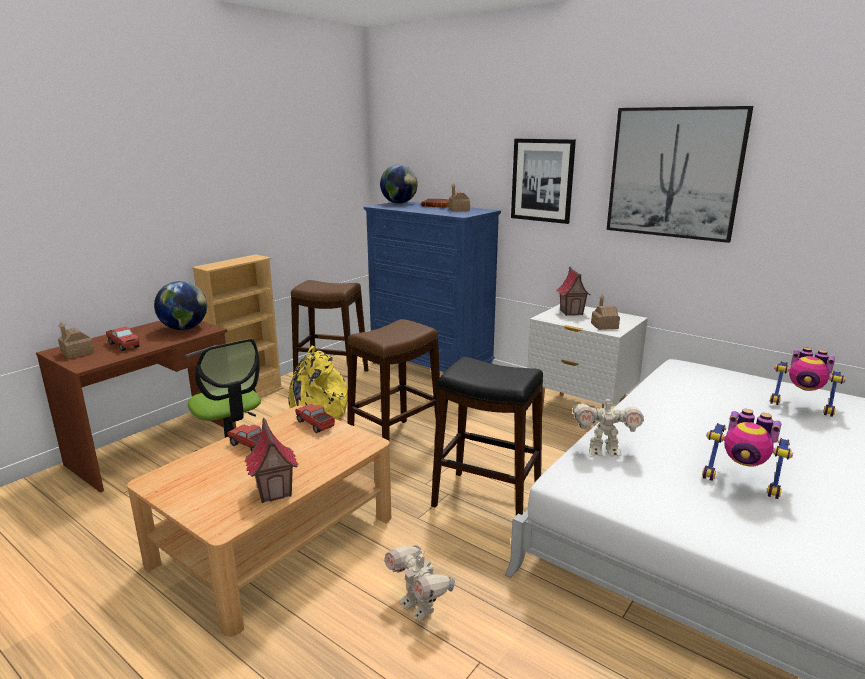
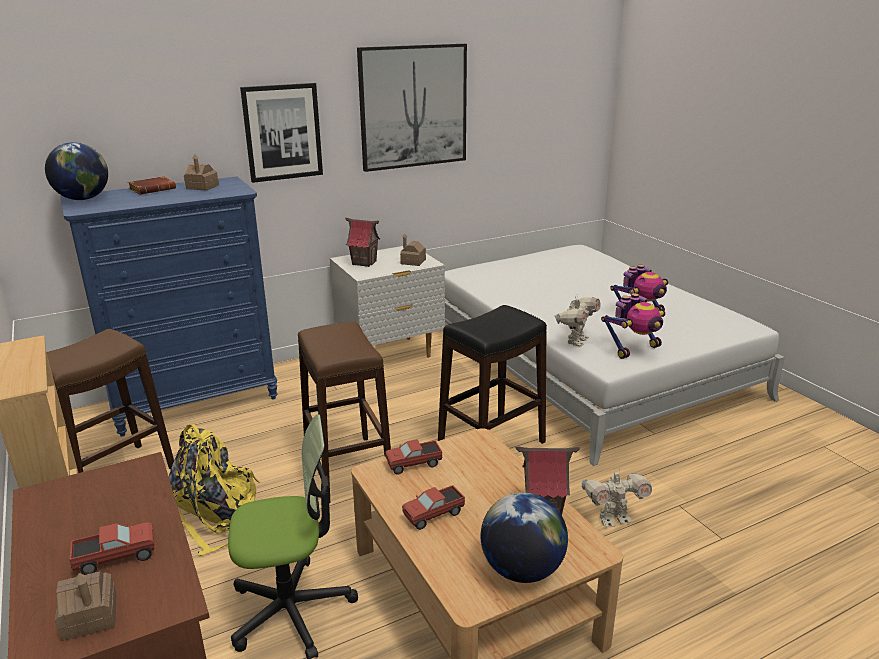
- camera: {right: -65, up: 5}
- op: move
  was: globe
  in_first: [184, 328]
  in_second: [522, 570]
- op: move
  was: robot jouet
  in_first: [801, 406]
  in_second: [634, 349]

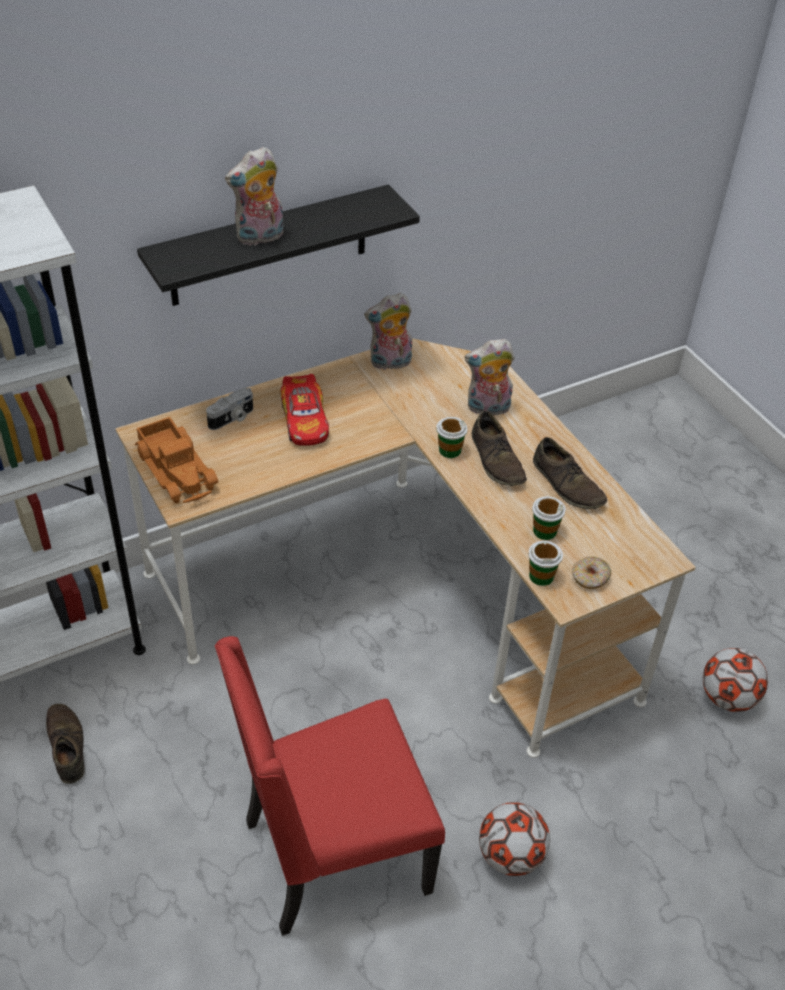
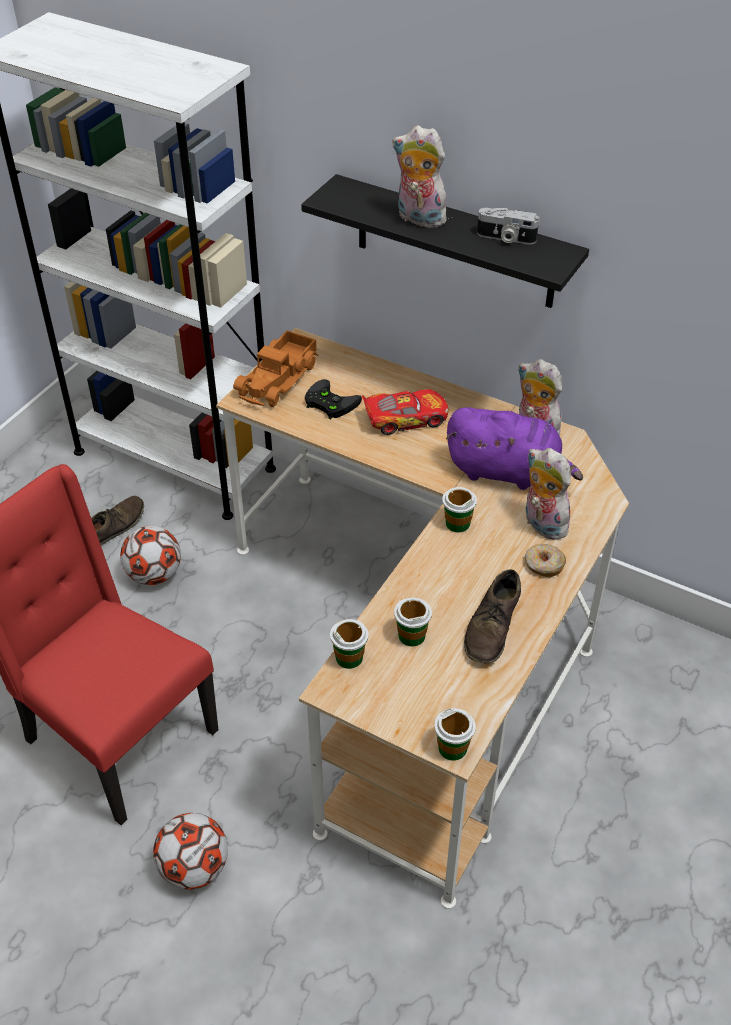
- camera: {right: 60, up: 0}
- op: move
  was: appareil photo
  in_first: [232, 418]
  in_second: [505, 238]
- op: rotate
  was: petite voiture
  in_first: [305, 420]
  in_second: [405, 418]
  clockwise: -150
- op: delete
  was: chaussure/marron
  in_first: [497, 460]
- op: move
  was: beignet
  in_first: [590, 578]
  in_second: [543, 565]
- op: move
  was: ballon de foot
  in_first: [727, 697]
  in_second: [154, 575]
- op: insert
  now: manette/noir
  in_second: [328, 403]
- op: insert
  now: tasse
  in_second: [452, 748]
- op: insert
  now: peluche/violet
  in_second: [507, 472]

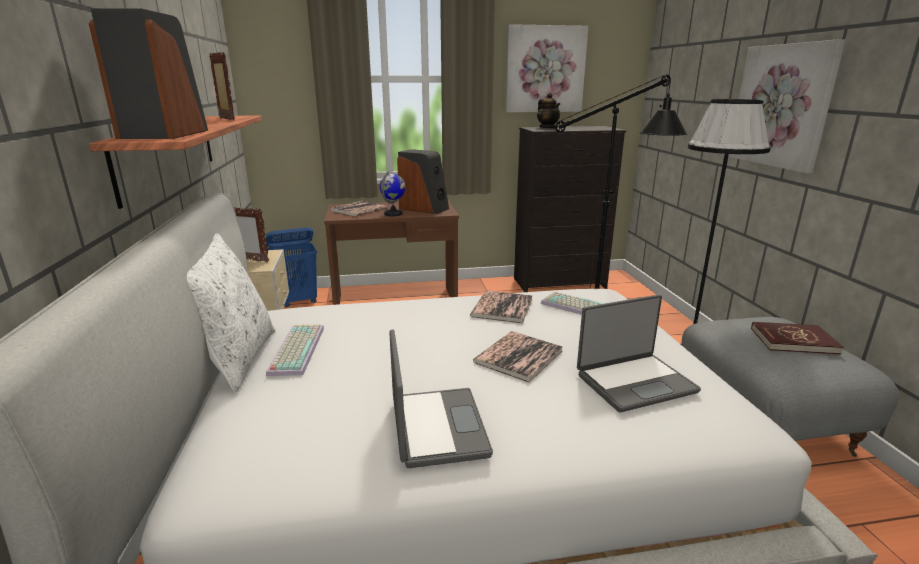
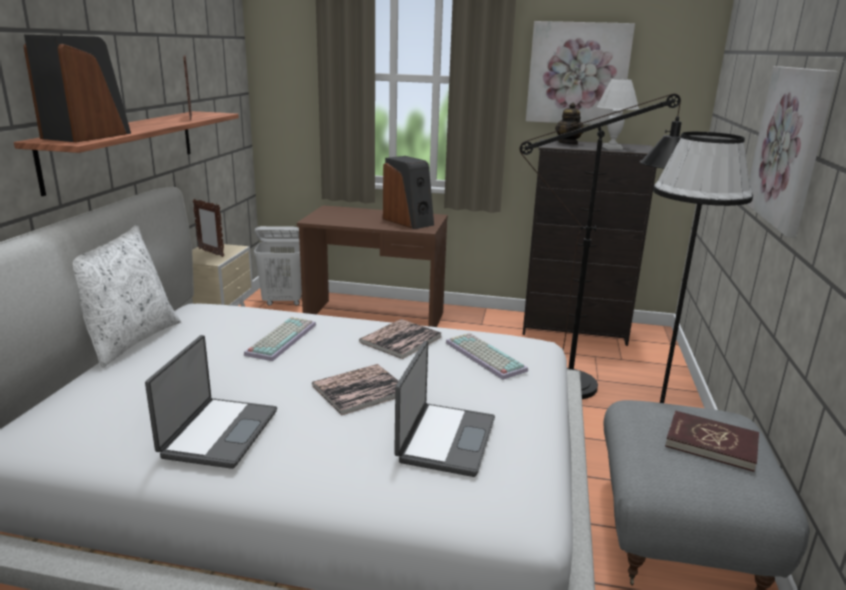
- camera: {right: 20, up: 0}
- op: recolor
  was: panier à linge/bleu
  now: panier à linge/blanc
  in_first: [298, 302]
  in_second: [283, 301]
- op: move
  was: clavier
  in_first: [296, 349]
  in_second: [281, 338]
- op: delete
  was: livre
  in_first: [359, 209]
- op: delete
  was: globe
  in_first: [393, 214]
- op: rotate
  was: ordinateur portable
  in_first: [634, 382]
  in_second: [444, 439]
  clockwise: -75
- op: insert
  now: lampe de table/blanc
  in_second: [612, 148]

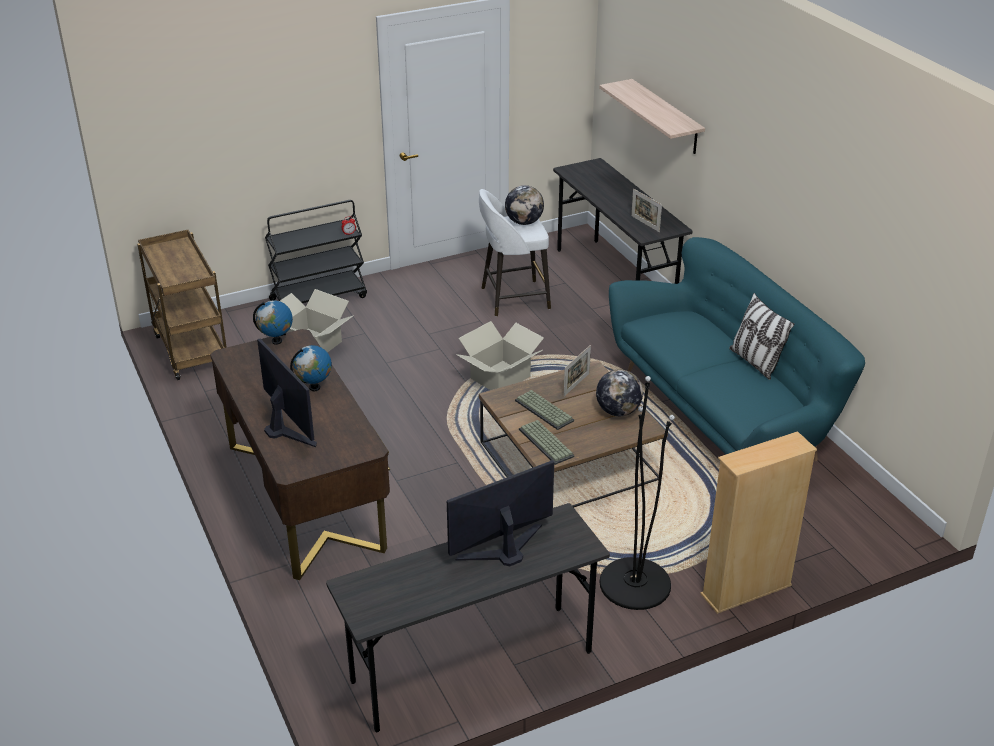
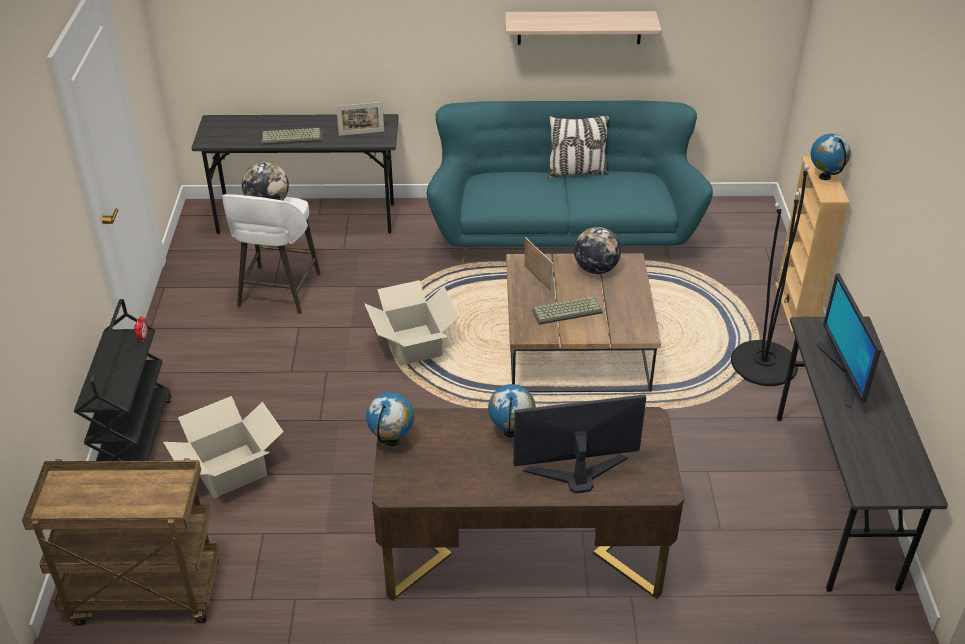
- camera: {right: -65, up: 5}
- op: move
  was: clavier
  in_first: [547, 443]
  in_second: [292, 137]
- op: move
  was: étagère
  in_first: [666, 117]
  in_second: [579, 27]
- op: insert
  now: globe
  in_second: [825, 177]

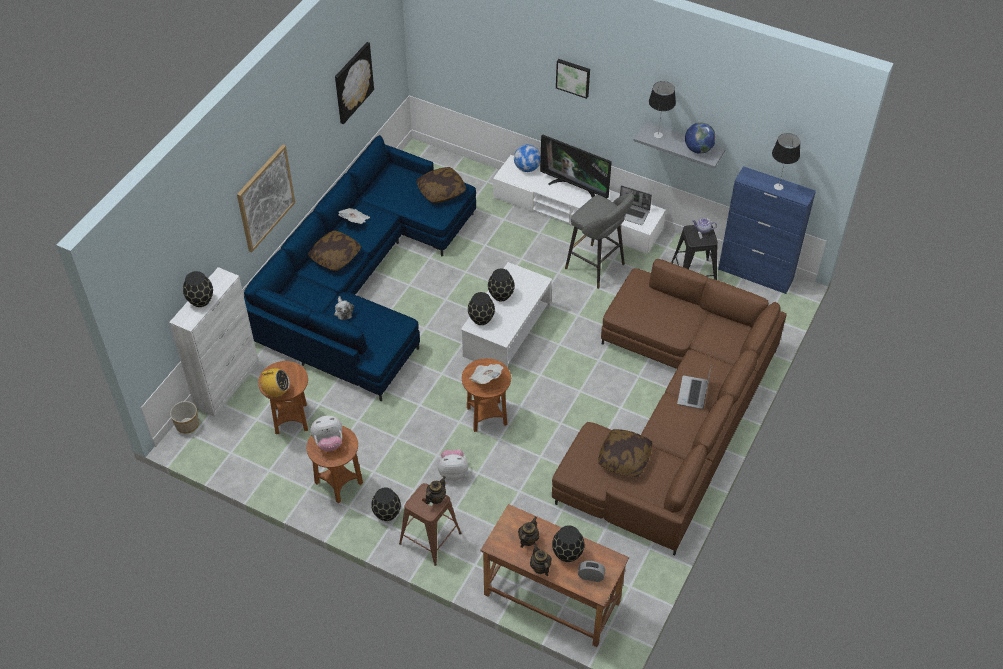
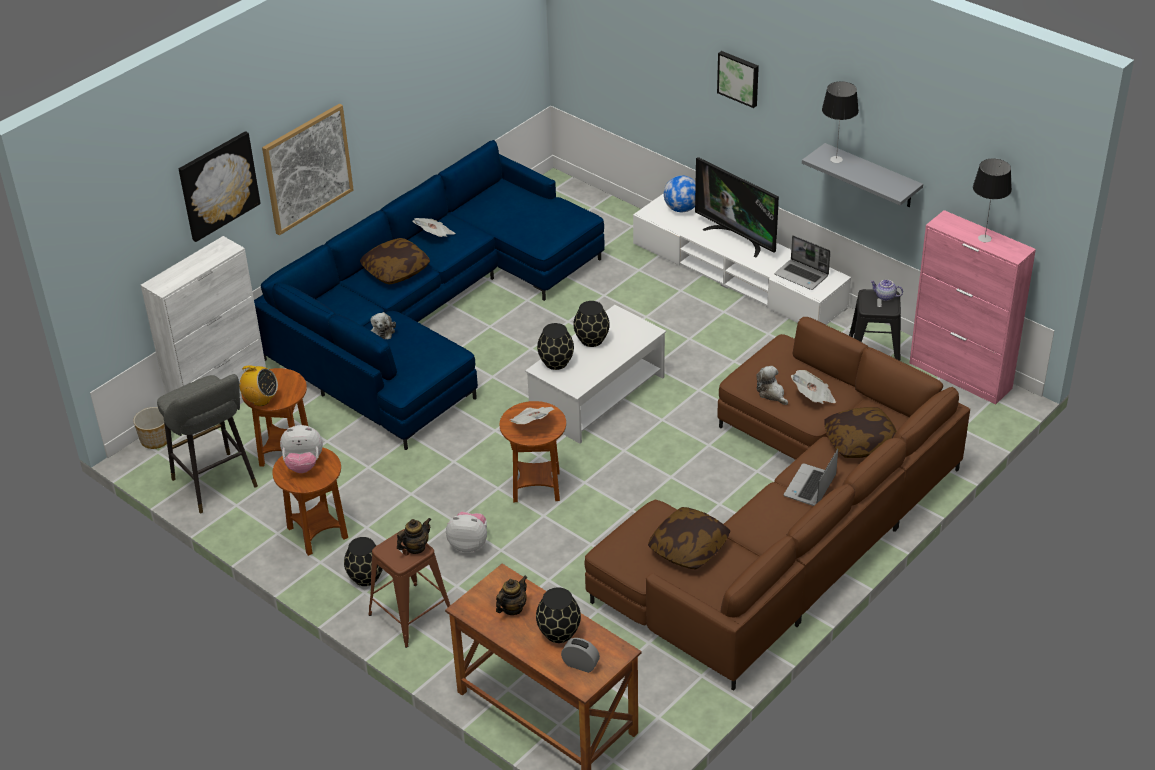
- camera: {right: 15, up: -10}
- op: delete
  was: vase/noir
  in_first: [200, 300]
- op: move
  was: tableau
  in_first: [353, 82]
  in_second: [218, 185]
- op: move
  was: coussin
  in_first: [441, 191]
  in_second: [860, 442]
- op: delete
  was: théière
  in_first: [540, 567]
- op: move
  was: tabouret/gris
  in_first: [597, 268]
  in_second: [217, 485]
- op: delete
  was: globe
  in_first: [698, 149]
- op: recolor
  was: meuble de rangement/bleu
  now: meuble de rangement/rose
  in_first: [756, 274]
  in_second: [960, 376]
- op: insert
  now: peluche
  in_second: [771, 393]
- op: insert
  now: journal
  in_second: [813, 397]

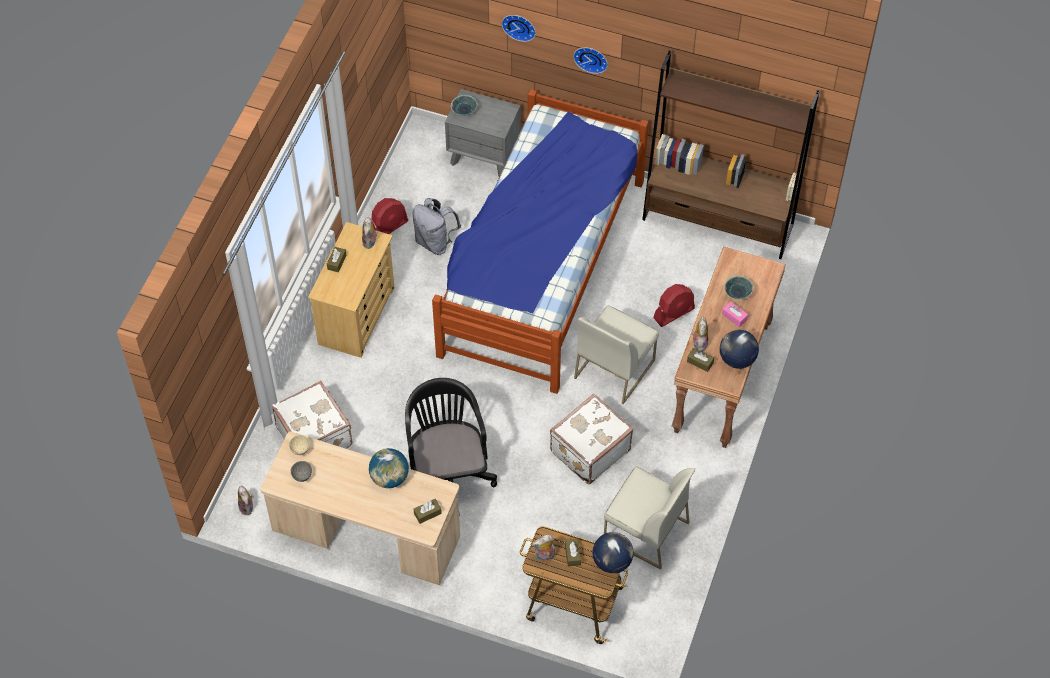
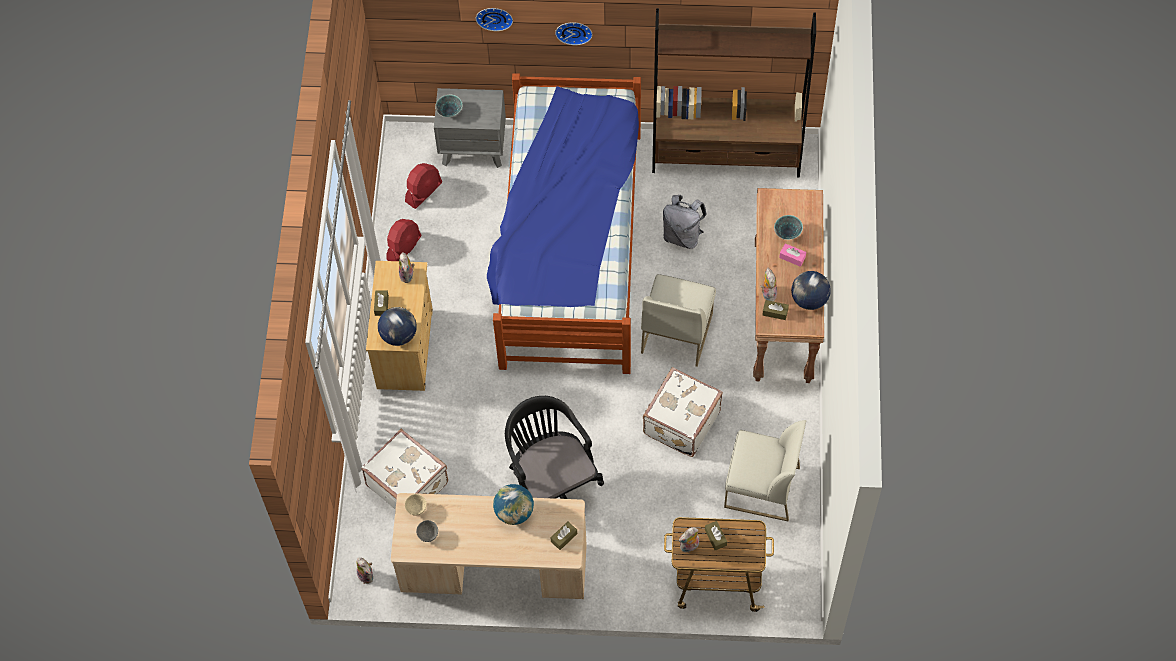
- camera: {right: -15, up: 5}
- op: move
  was: sac à dos/gris
  in_first: [435, 242]
  in_second: [682, 236]
- op: move
  was: globe
  in_first: [612, 561]
  in_second: [399, 335]
- op: move
  was: ventilateur/rouge
  in_first: [674, 313]
  in_second: [424, 192]

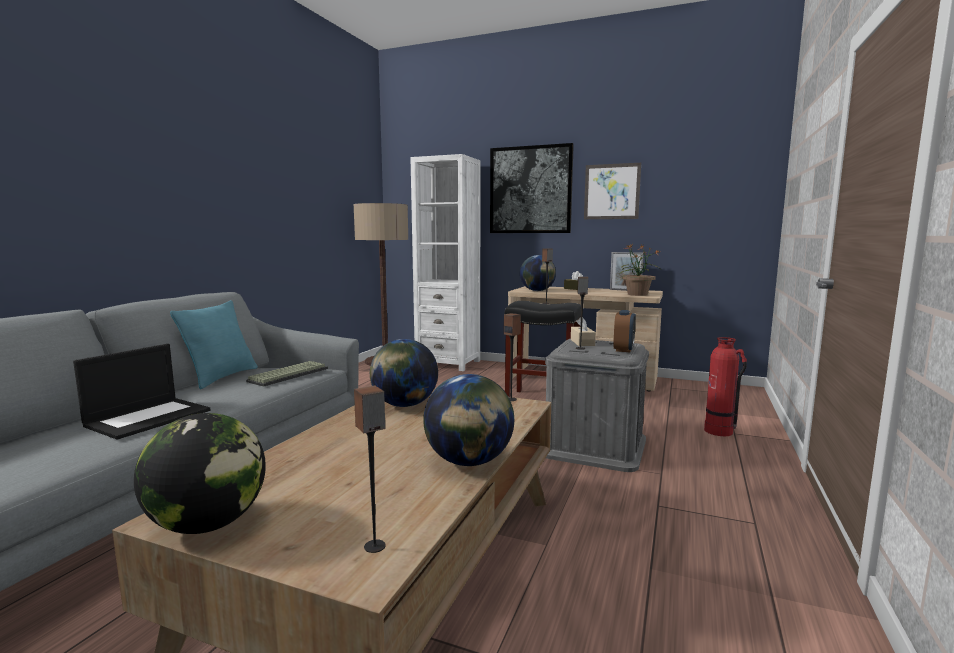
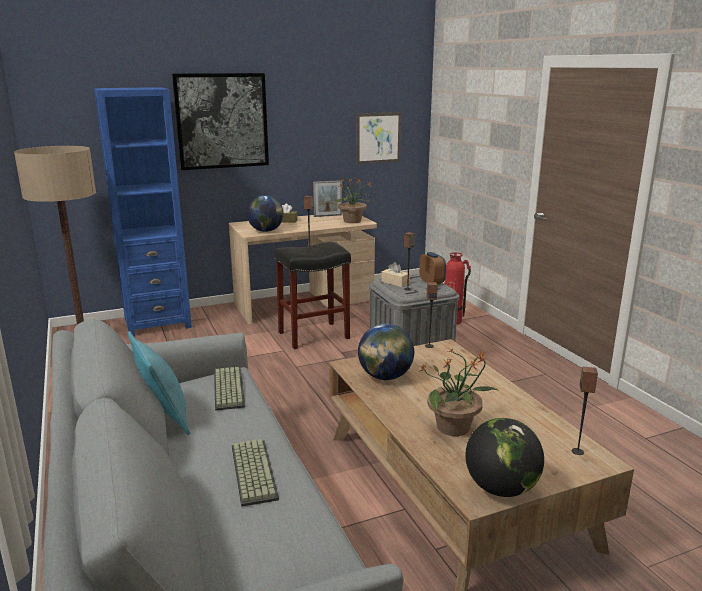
- camera: {right: -45, up: 10}
- op: replace
  was: ordinateur portable
  now: clavier
  in_first: [149, 417]
  in_second: [251, 471]
- op: recolor
  was: bibliothèque/blanc
  now: bibliothèque/bleu
  in_first: [448, 363]
  in_second: [157, 323]
- op: delete
  was: globe
  in_first: [469, 462]
- op: move
  was: tableau
  in_first: [611, 191]
  in_second: [378, 138]
- op: insert
  now: plante en pot
  in_second: [454, 427]

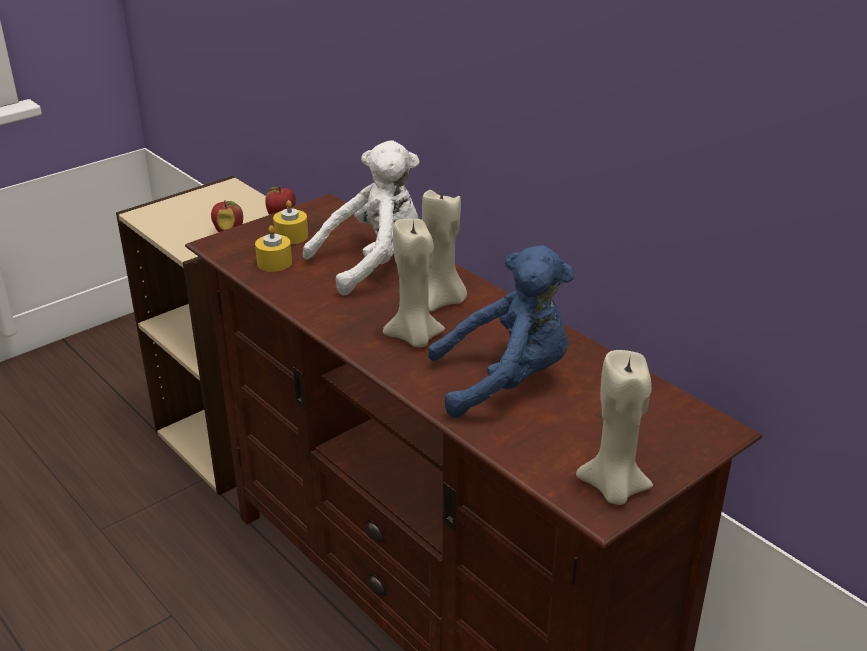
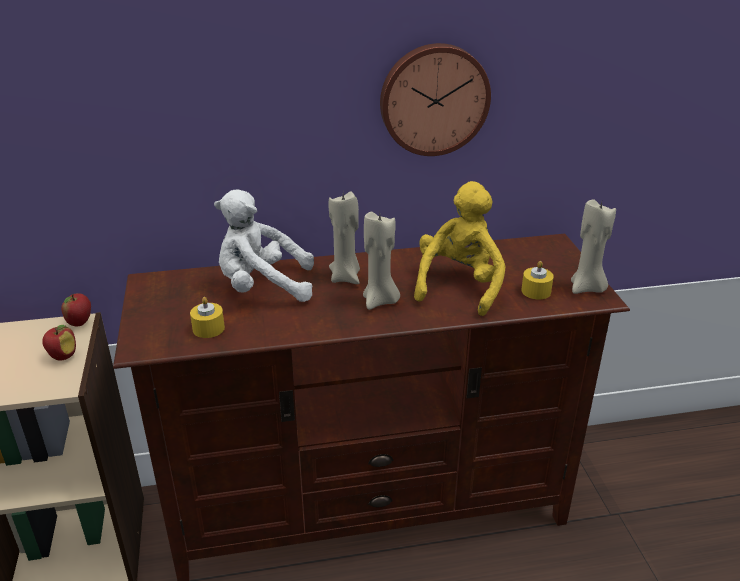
- camera: {right: -60, up: 0}
- op: move
  was: bougie/jaune
  in_first: [291, 236]
  in_second: [536, 291]
- op: rotate
  was: peluche/blanc
  in_first: [372, 263]
  in_second: [263, 287]
  clockwise: -90
- op: recolor
  was: peluche/bleu
  now: peluche/jaune
  in_first: [506, 381]
  in_second: [459, 285]
- op: insert
  now: horloge murale
  in_second: [433, 99]

